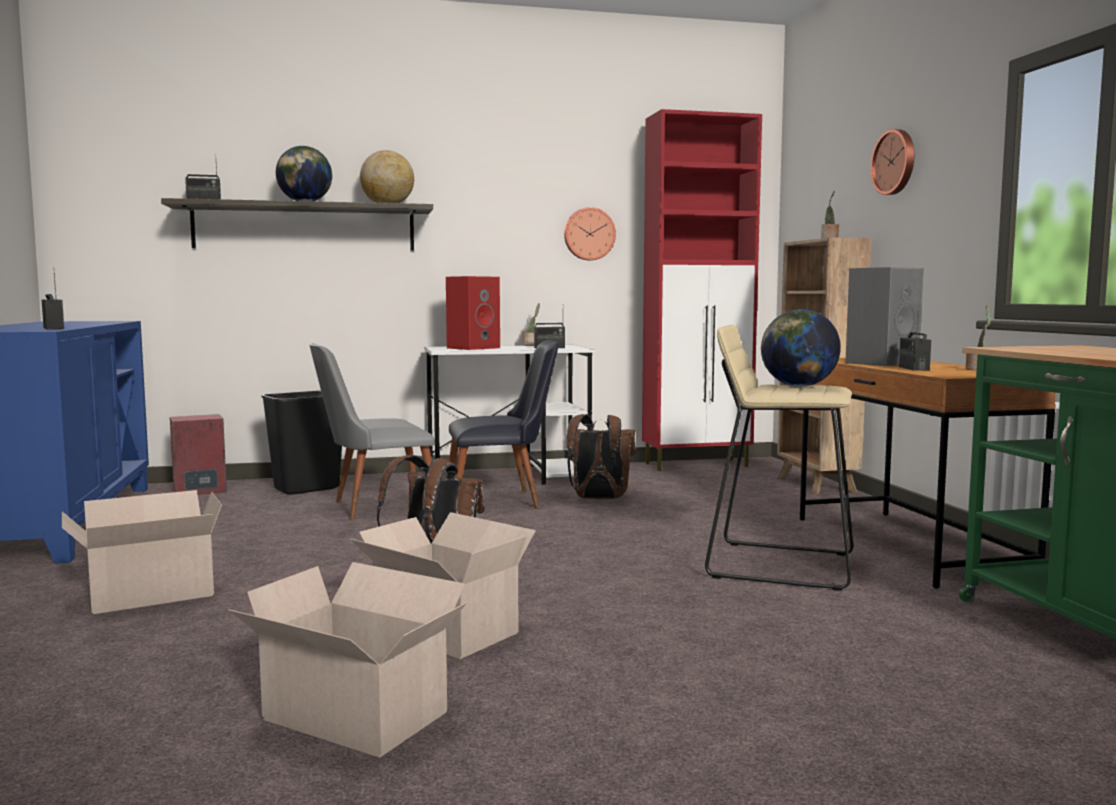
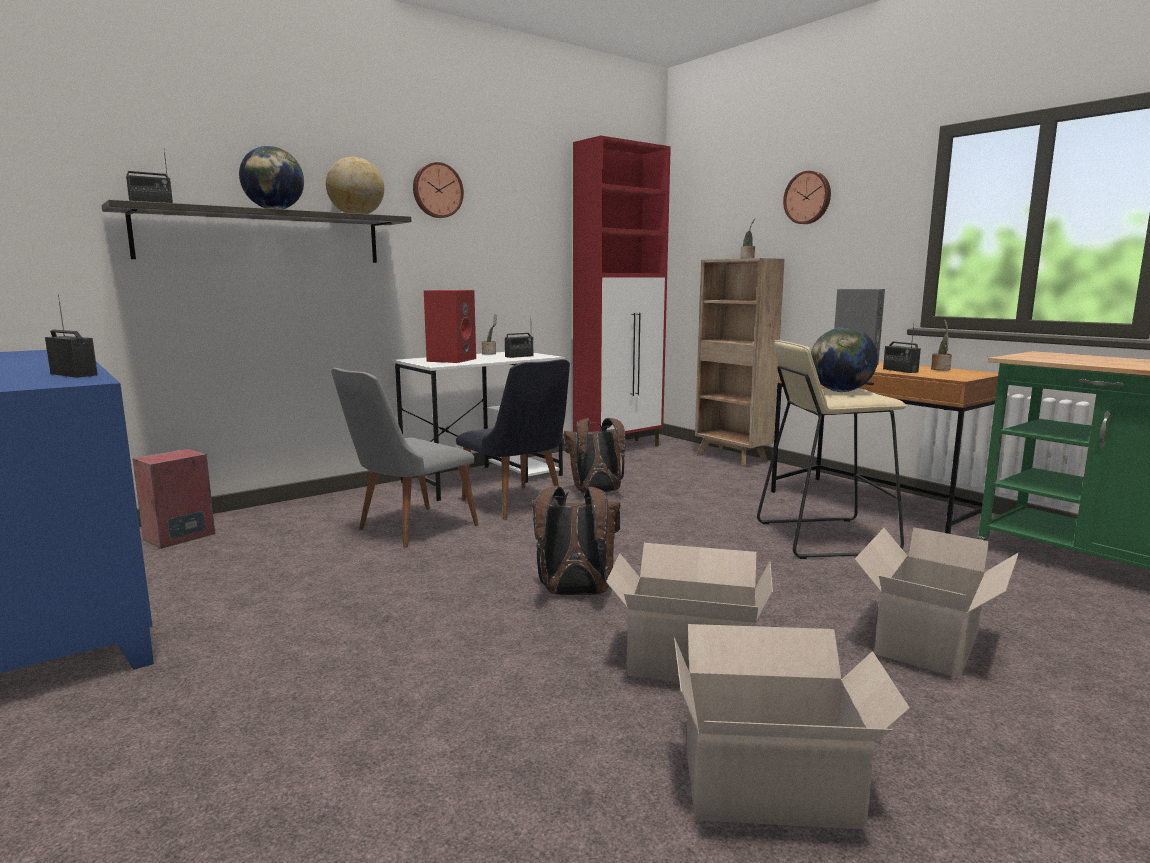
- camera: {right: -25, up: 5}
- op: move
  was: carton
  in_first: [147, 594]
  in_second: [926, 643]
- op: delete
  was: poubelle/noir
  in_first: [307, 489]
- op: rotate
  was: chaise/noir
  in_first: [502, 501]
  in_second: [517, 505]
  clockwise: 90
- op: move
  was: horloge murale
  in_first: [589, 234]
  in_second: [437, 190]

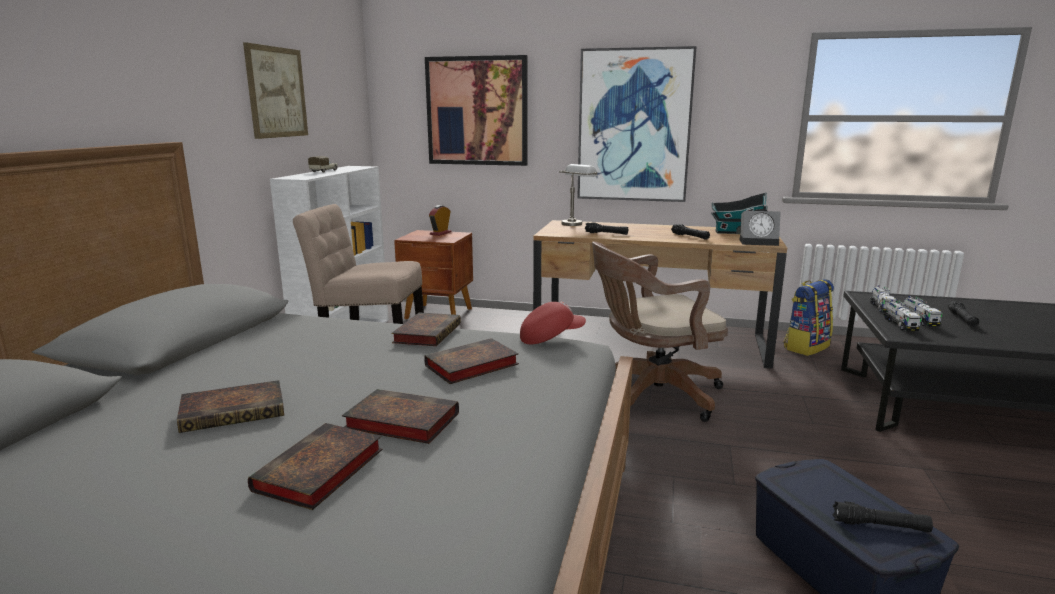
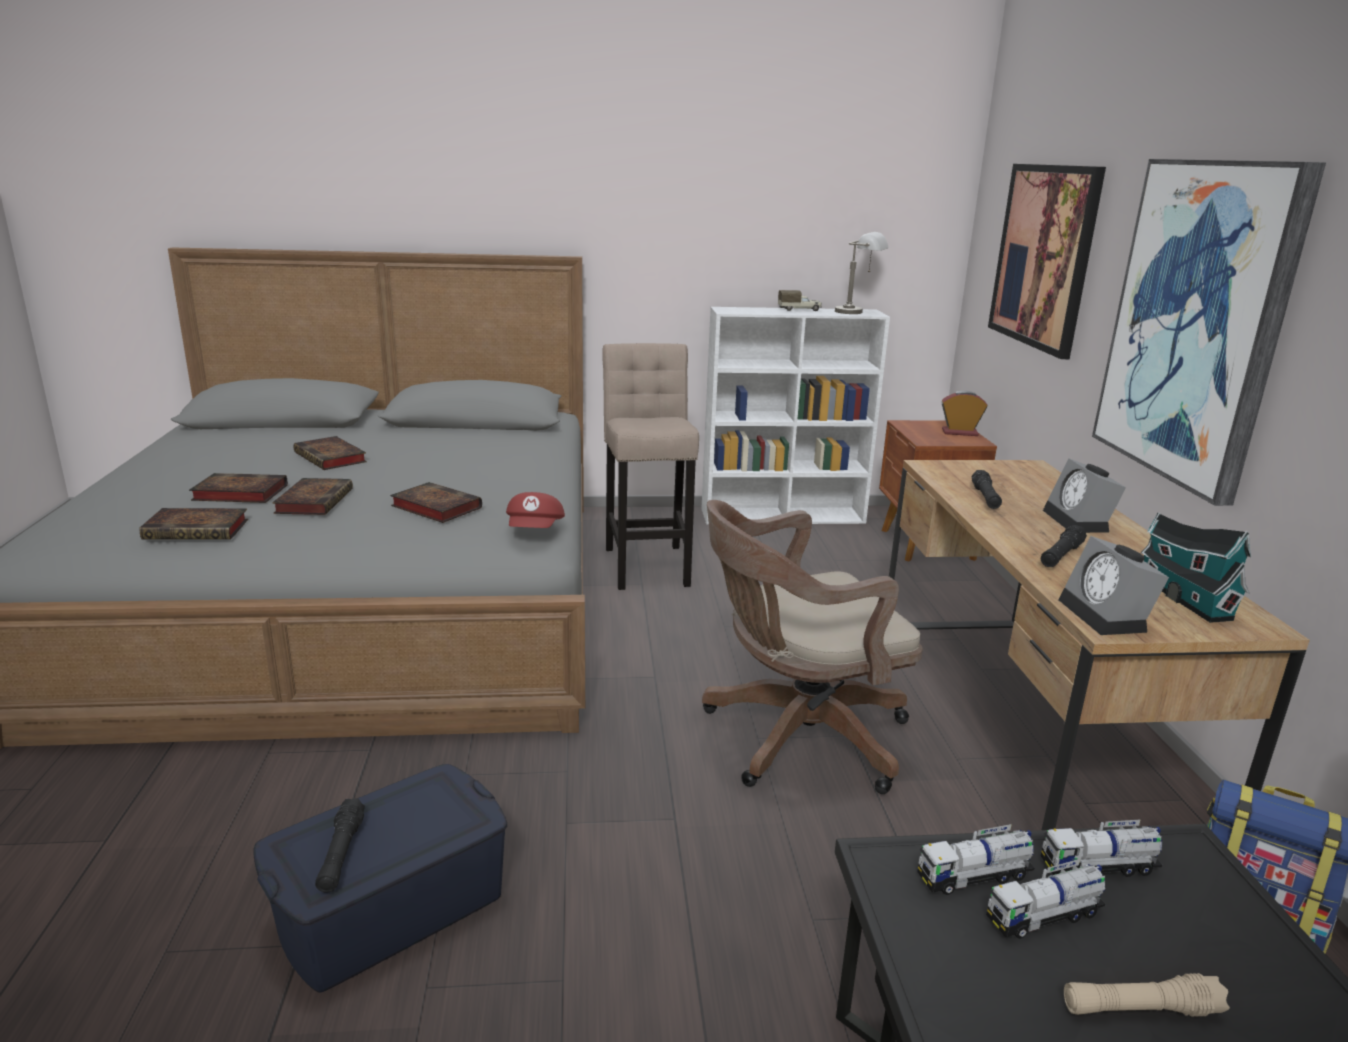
- camera: {right: 70, up: 5}
- op: delete
  was: tableau
  in_first: [276, 92]
- op: move
  was: livre
  in_first: [427, 333]
  in_second: [199, 530]
- op: rotate
  was: casquette/rouge
  in_first: [551, 338]
  in_second: [535, 530]
  clockwise: 45
- op: move
  was: lampe de table/gris
  in_first: [575, 223]
  in_second: [858, 312]
- op: rotate
  was: chaise de bureau/marron
  in_first: [650, 395]
  in_second: [796, 737]
  clockwise: -75
- op: recolor
  was: lampe de poche/noir
  now: lampe de poche/beige
  in_first: [962, 319]
  in_second: [1140, 1009]
- op: insert
  now: réveil
  in_second: [1079, 522]

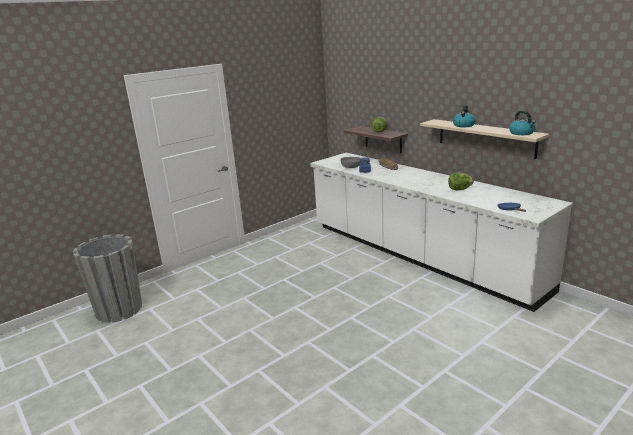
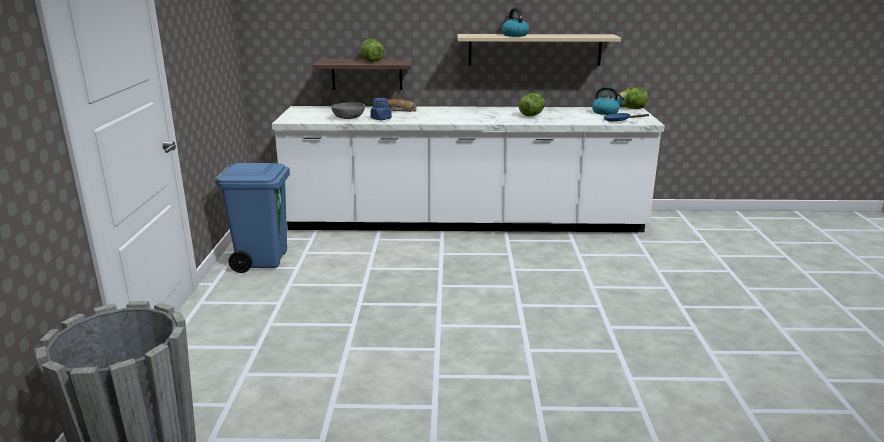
- camera: {right: -50, up: 0}
- op: move
  was: bouilloire
  in_first: [522, 133]
  in_second: [606, 112]
- op: insert
  now: poubelle/bleu
  in_second: [262, 260]
- op: insert
  now: laitue
  in_second: [632, 108]

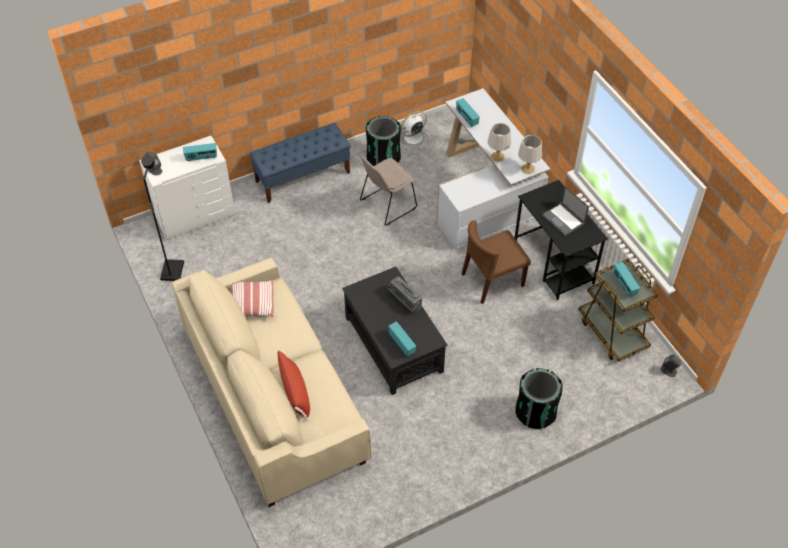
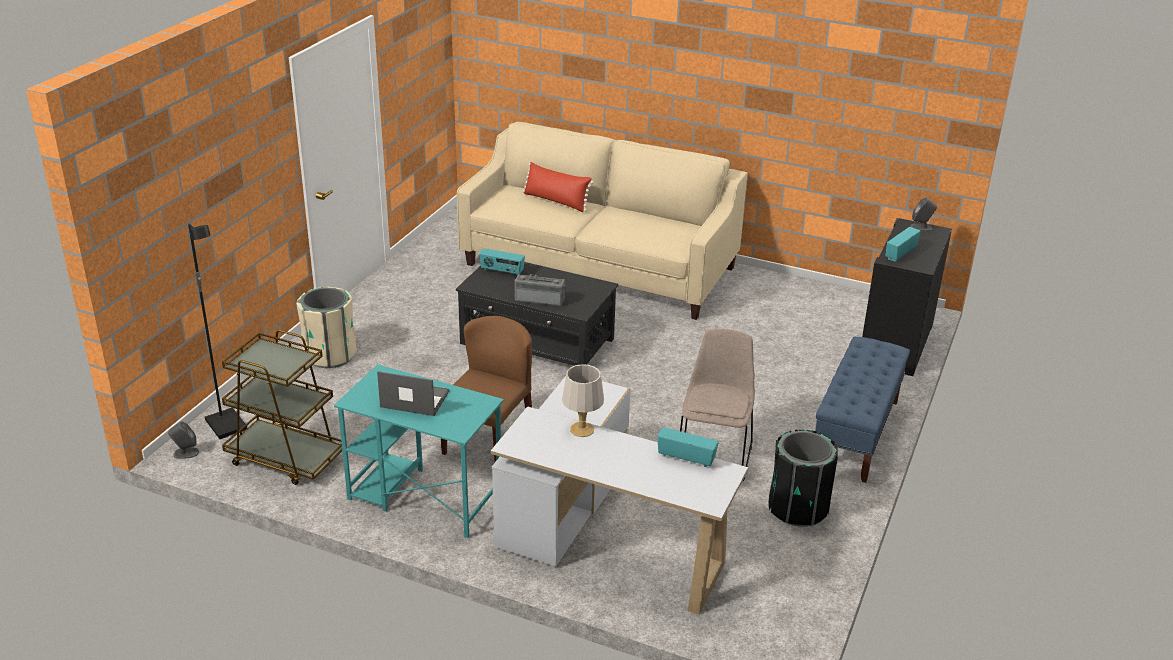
- camera: {right: 140, up: -20}
- op: recolor
  was: commode/blanc
  now: commode/noir
  in_first: [194, 214]
  in_second: [897, 344]
- op: move
  was: lampadaire/noir
  in_first: [172, 271]
  in_second: [227, 425]
- op: delete
  was: coussin
  in_first: [252, 304]
- op: delete
  was: ventilateur/blanc
  in_first: [412, 138]
- op: recolor
  was: bureau/noir
  now: bureau/turquoise
  in_first: [554, 263]
  in_second: [423, 497]
- op: recolor
  was: poubelle/noir
  now: poubelle/beige
  in_first: [535, 412]
  in_second: [330, 355]
- op: delete
  was: lampe de table/gris
  in_first: [527, 168]
- op: delete
  was: radio
  in_first: [624, 285]

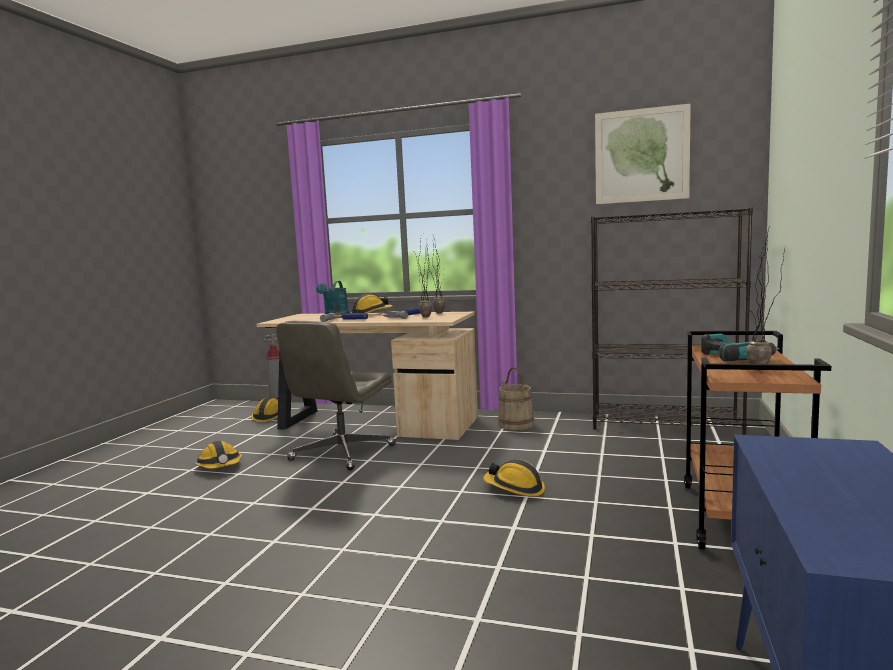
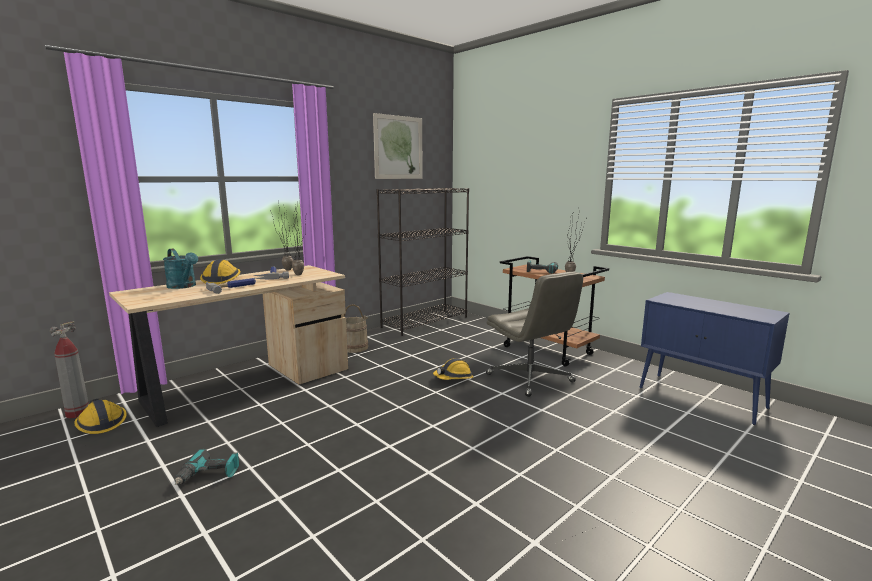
- camera: {right: -60, up: 5}
- op: replace
  was: casque de chantier
  now: perceuse
  in_first: [220, 466]
  in_second: [209, 475]
- op: move
  was: chaise de bureau/gris
  in_first: [342, 453]
  in_second: [530, 378]

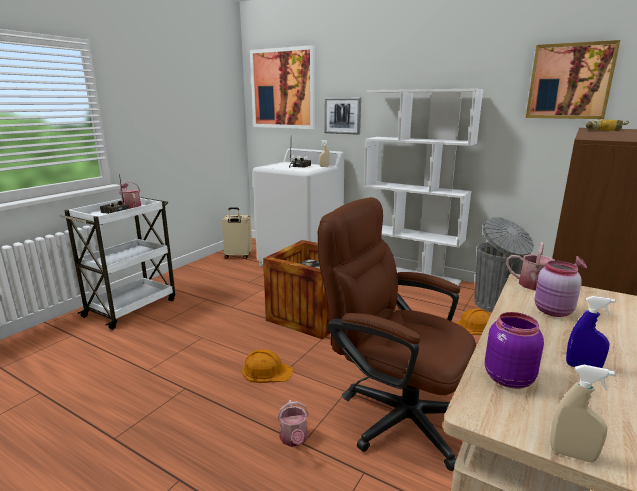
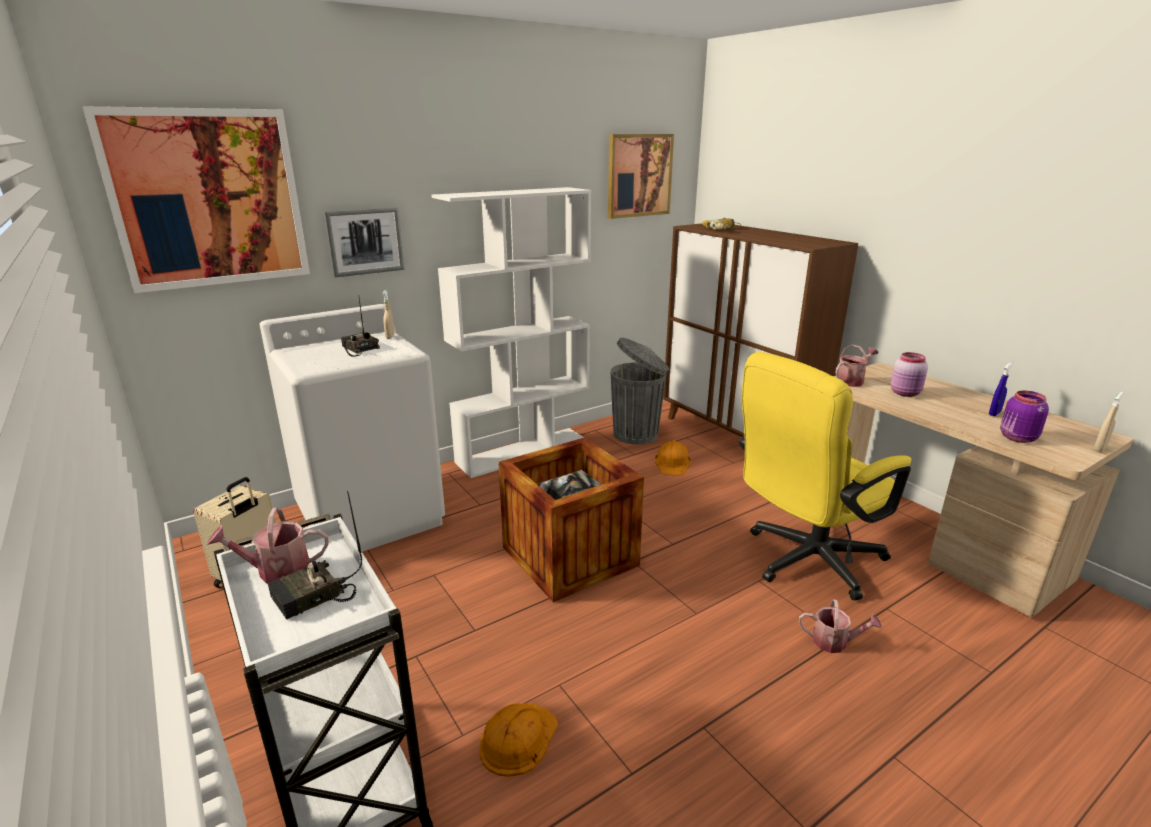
- camera: {right: -65, up: 5}
- op: move
  was: casque de chantier/orange
  in_first: [266, 371]
  in_second: [518, 739]
- op: recolor
  was: chaise de bureau/marron
  now: chaise de bureau/jaune
  in_first: [394, 413]
  in_second: [804, 562]

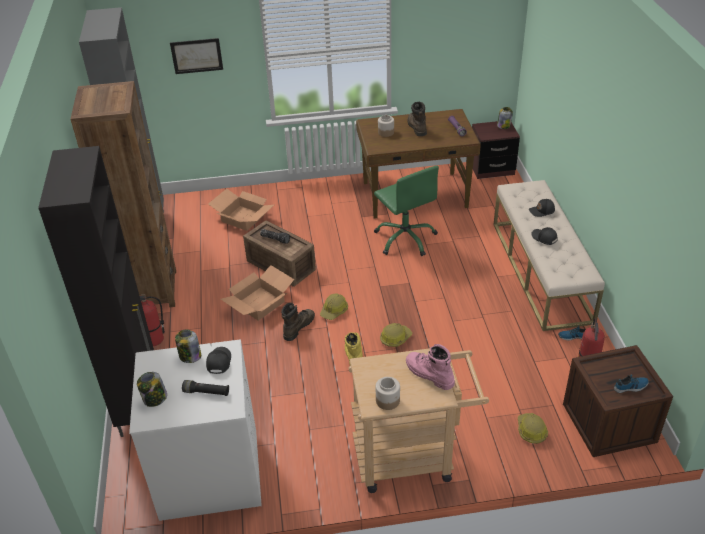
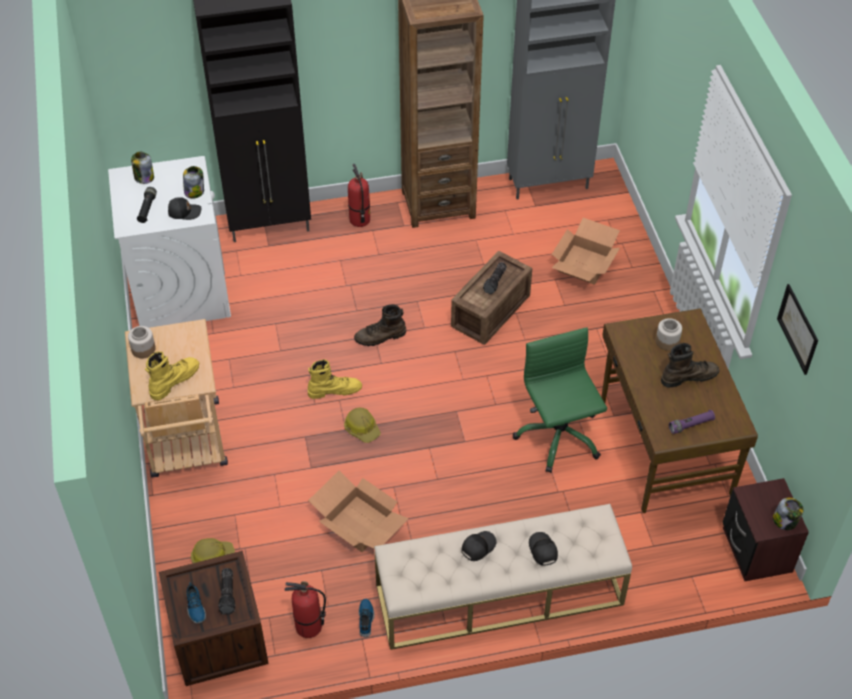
- camera: {right: 85, up: 10}
- op: move
  was: tableau
  in_first: [196, 56]
  in_second: [798, 329]
- op: move
  was: carton
  in_first: [259, 303]
  in_second: [360, 523]
- op: rotate
  was: botte/marron
  in_first: [298, 327]
  in_second: [380, 337]
  clockwise: 135
- op: delete
  was: casque de chantier
  in_first: [334, 311]
- op: rotate
  was: chaise de bureau/vert
  in_first: [405, 238]
  in_second: [558, 436]
  clockwise: 105
- op: recolor
  was: botte/rose
  now: botte/jaune
  in_first: [428, 374]
  in_second: [174, 381]
- op: insert
  now: lampe de poche
  in_second: [228, 594]

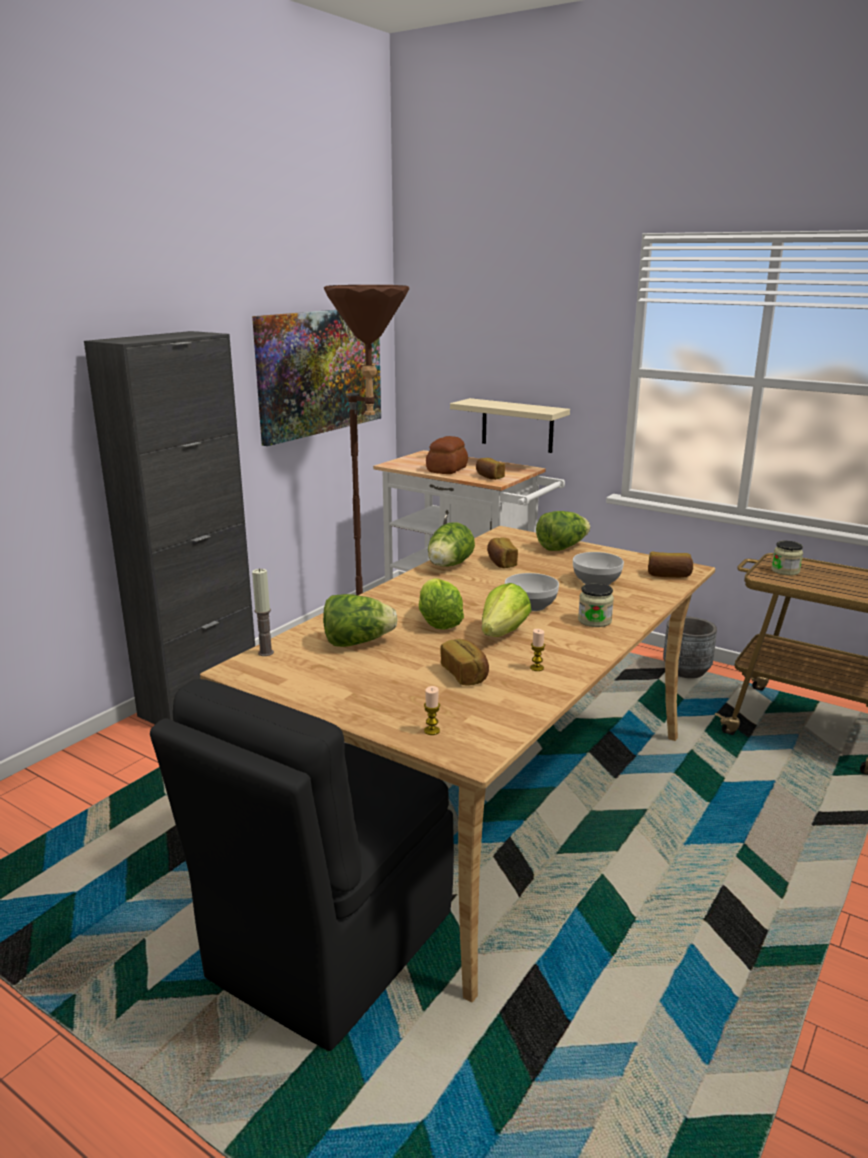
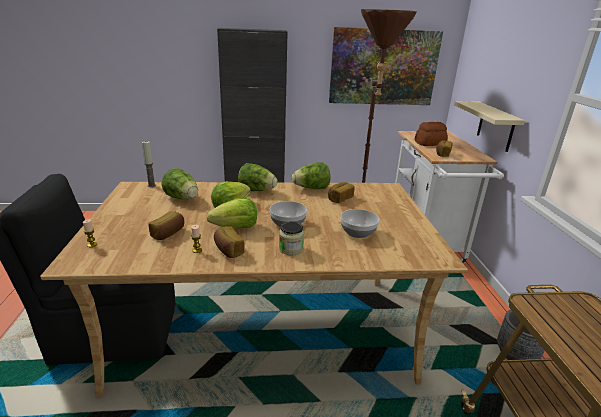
- camera: {right: 50, up: 5}
- op: move
  was: laitue
  in_first: [562, 547]
  in_second: [257, 190]
- op: move
  was: pain
  in_first: [668, 575]
  in_second: [228, 250]
- op: delete
  was: bocal
  in_first: [785, 571]

